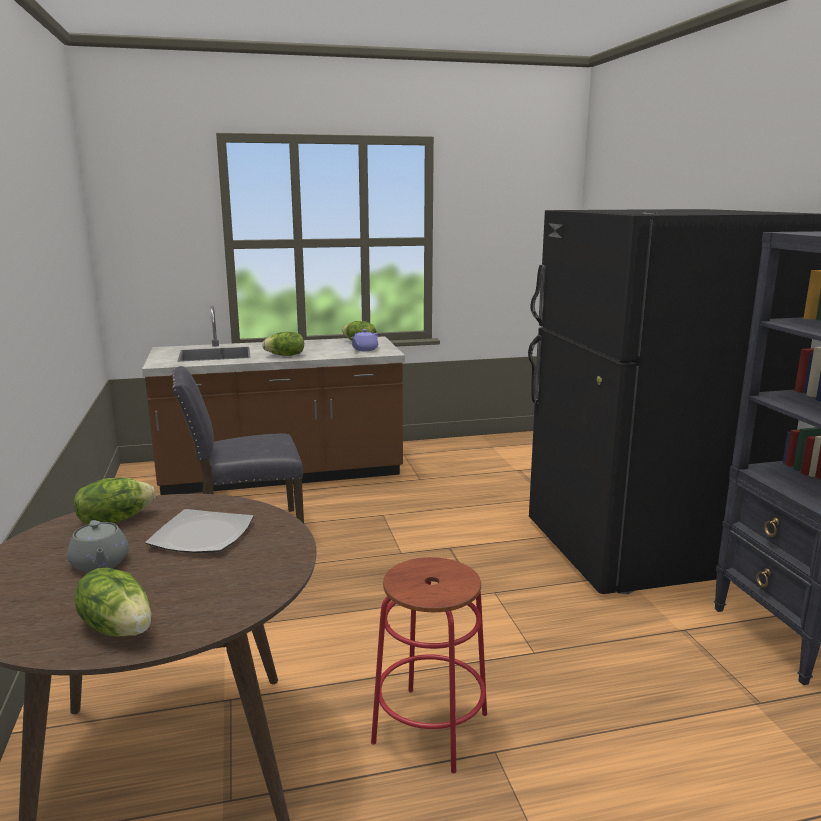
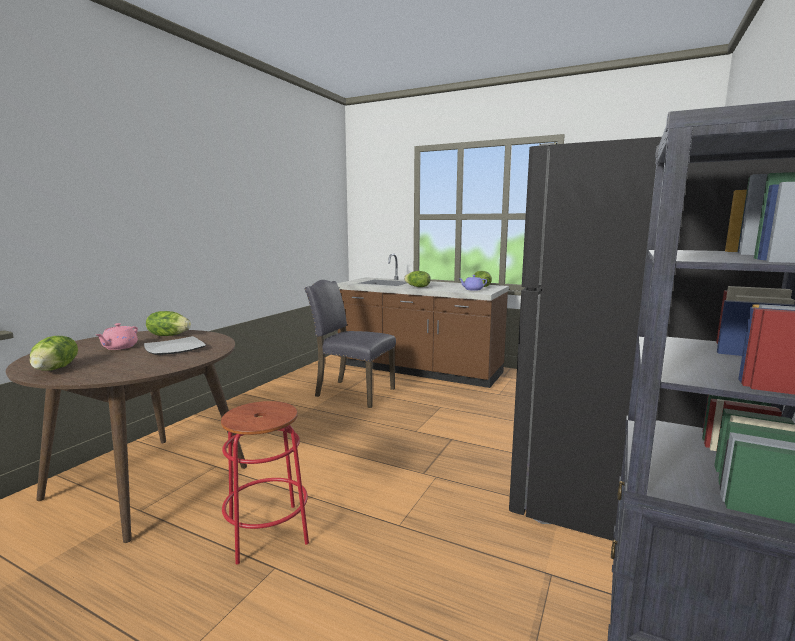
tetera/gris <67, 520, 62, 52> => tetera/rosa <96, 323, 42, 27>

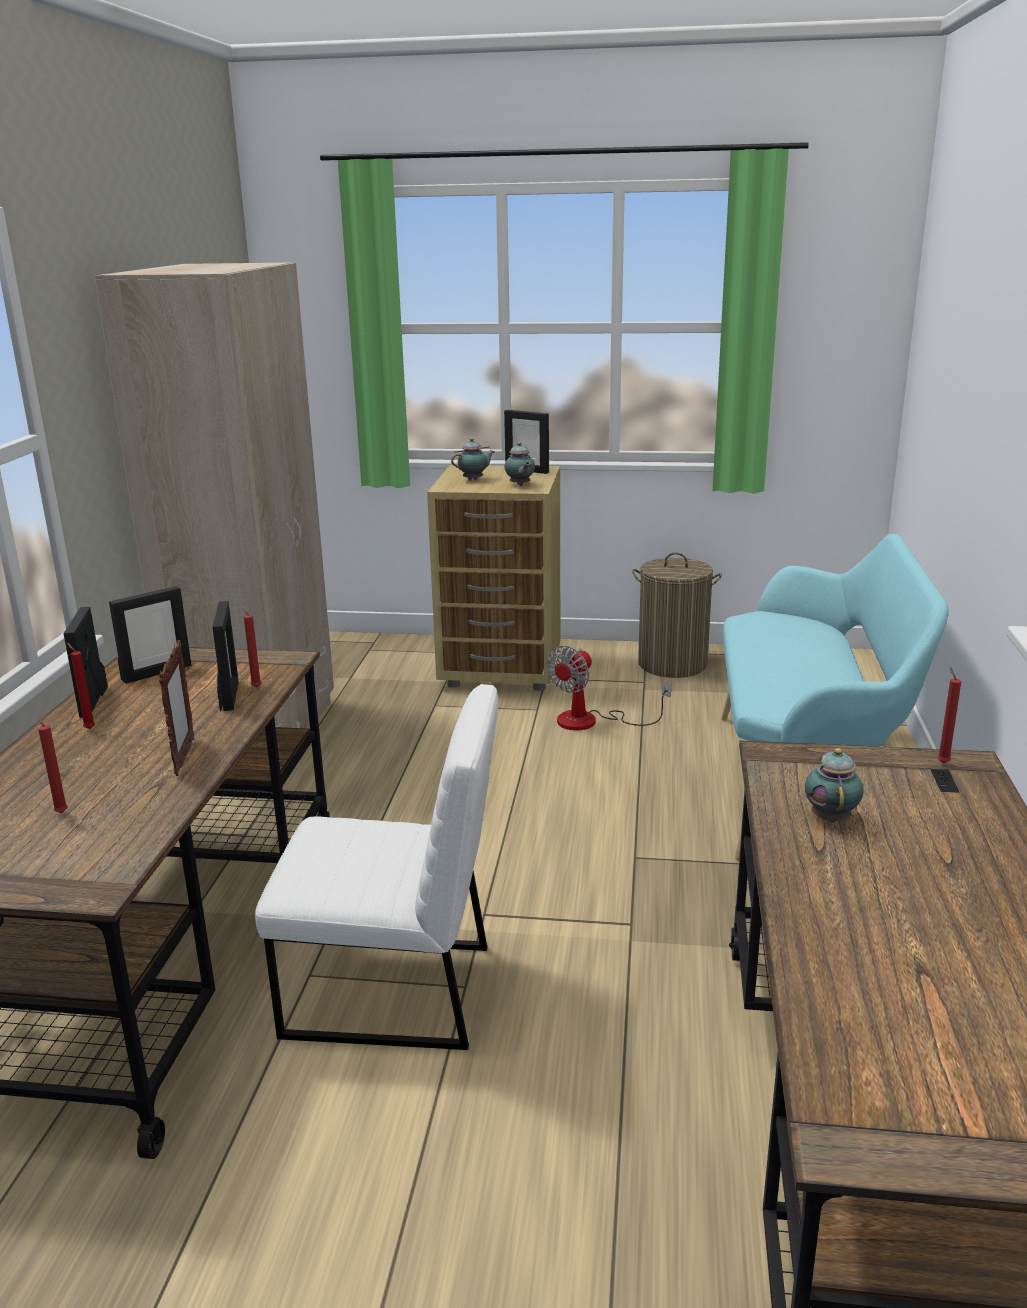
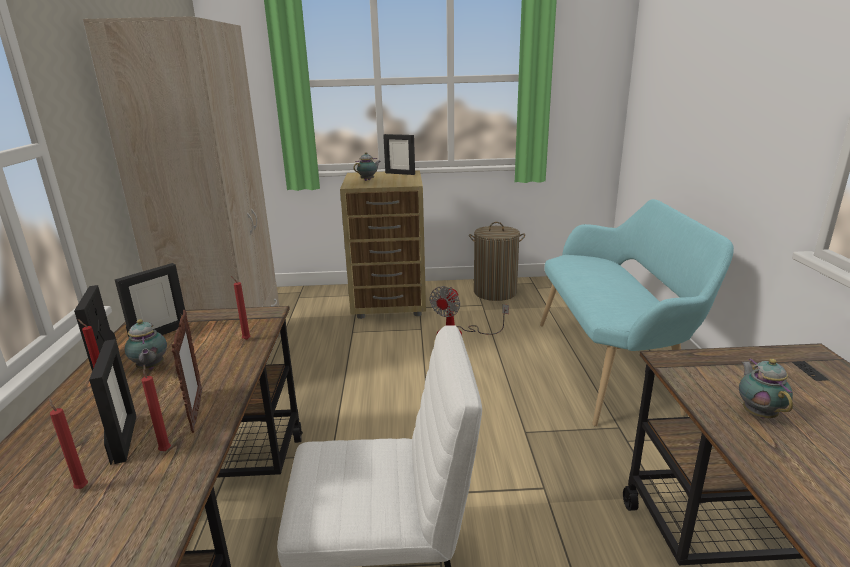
portarretratos <212, 601, 27, 110> => portarretratos <89, 339, 47, 126>, moved
tetera <504, 442, 31, 44> => tetera <125, 319, 42, 51>, moved
vela/rojo <937, 667, 25, 96> => vela/rojo <142, 365, 29, 86>, moved

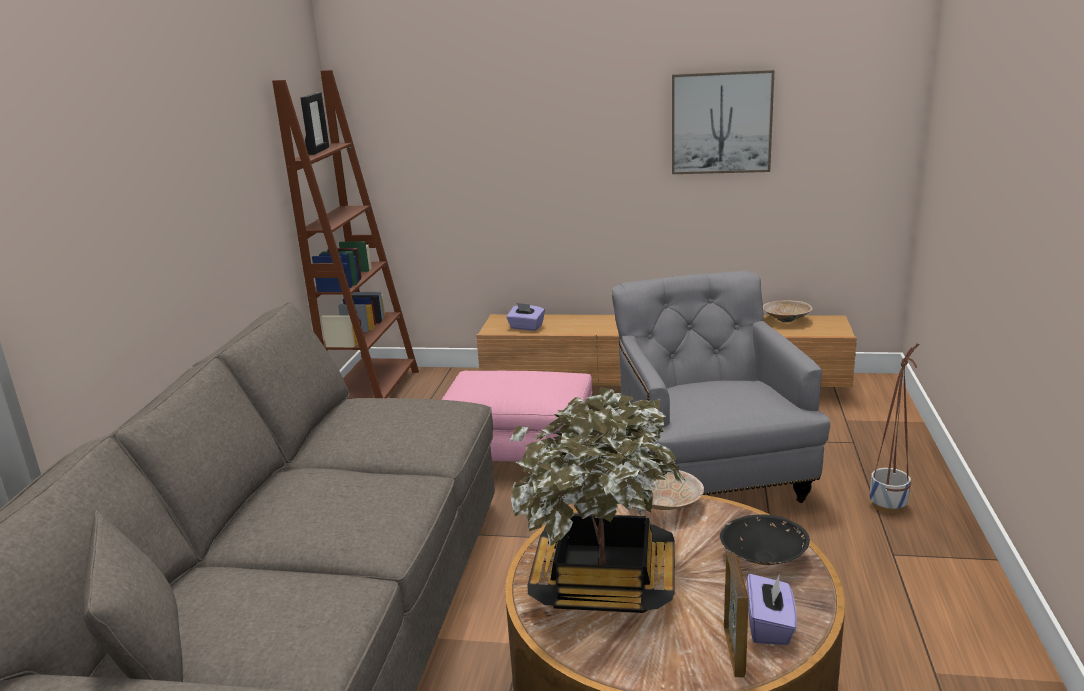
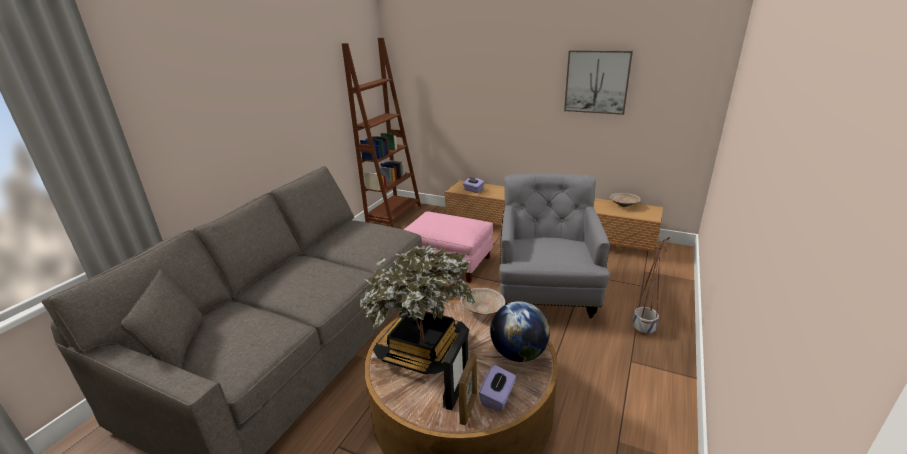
portarretratos <300, 93, 29, 62> => portarretratos <443, 328, 25, 82>, moved
cuenco/negro <720, 514, 90, 51> => globo terráqueo <490, 301, 60, 61>

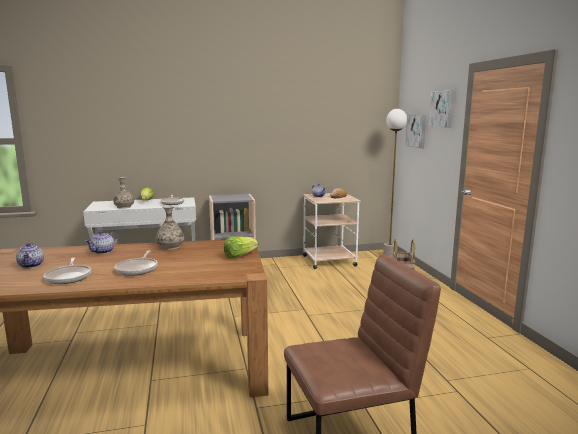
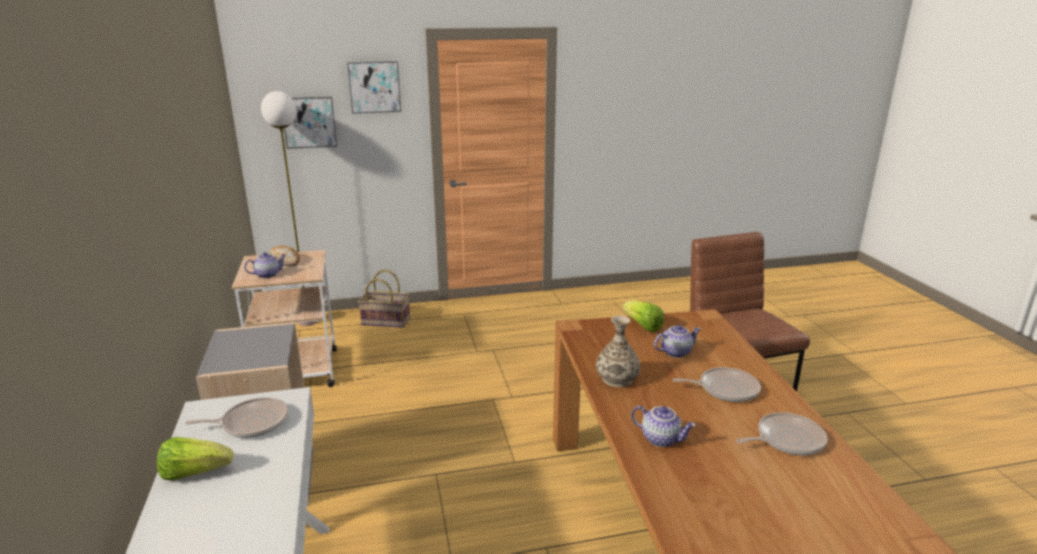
tetera <16, 243, 28, 25> => tetera <654, 325, 47, 33>, moved
florero <113, 177, 21, 32> => nothing

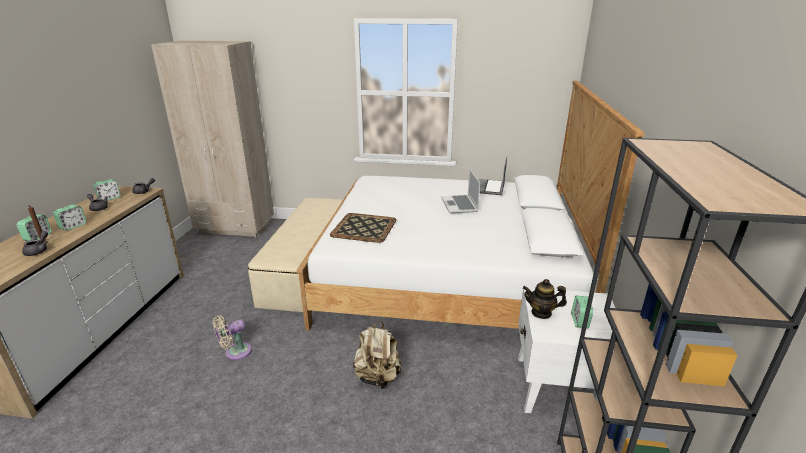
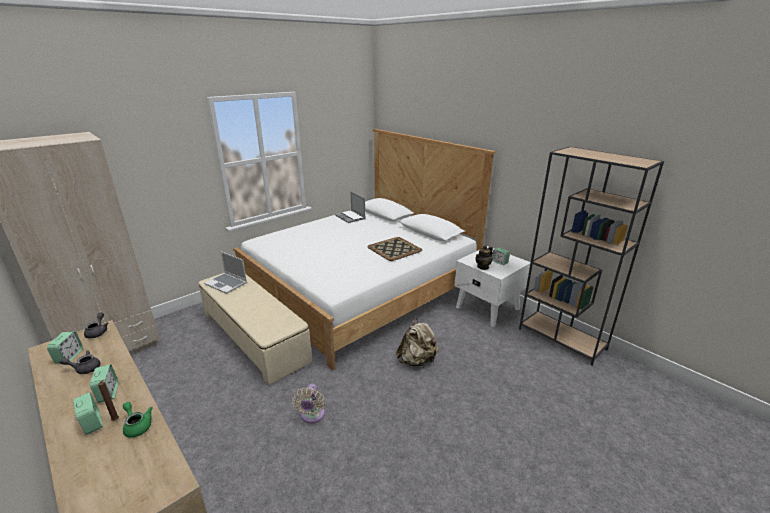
tetera/gris <22, 231, 26, 25> => tetera/verde <123, 402, 30, 36>
portátil <441, 169, 39, 44> => portátil <204, 252, 43, 42>, moved
bandeja <330, 213, 67, 30> => bandeja <367, 237, 55, 24>, moved

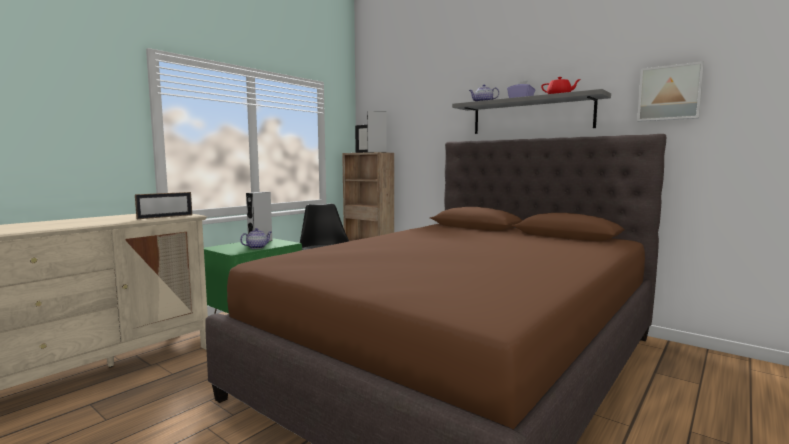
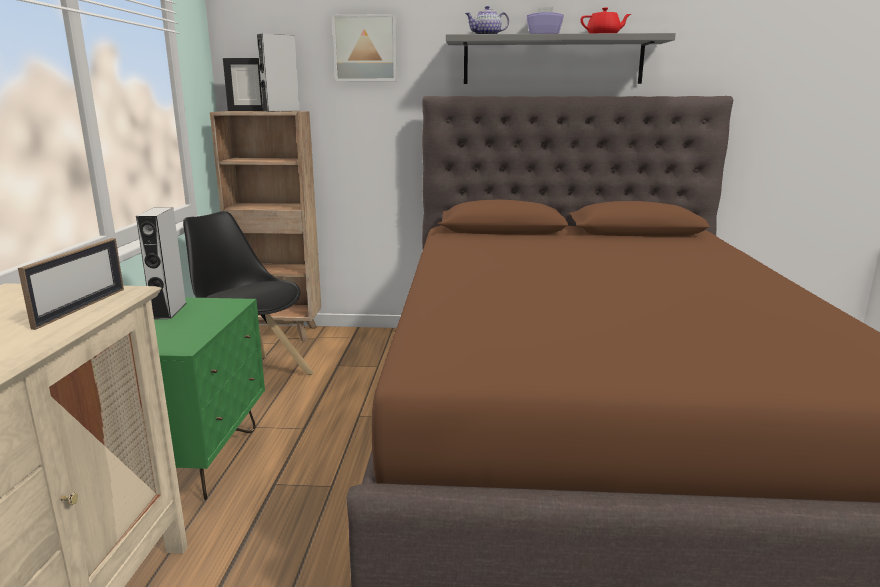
cuadro <637, 61, 67, 61> => cuadro <332, 14, 65, 67>, moved
tetera <240, 228, 31, 21> => nothing

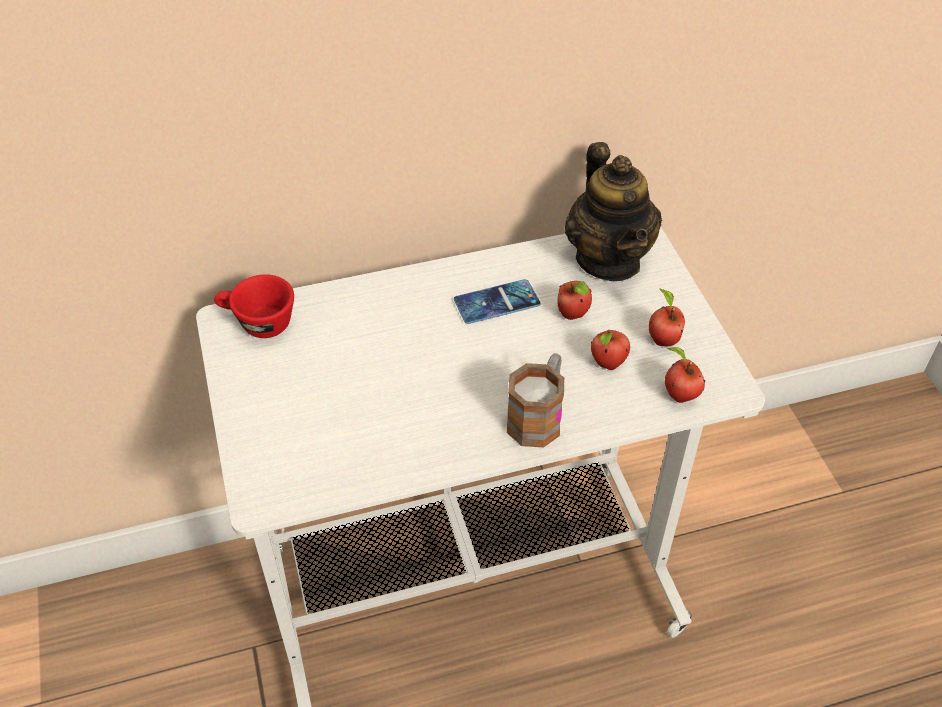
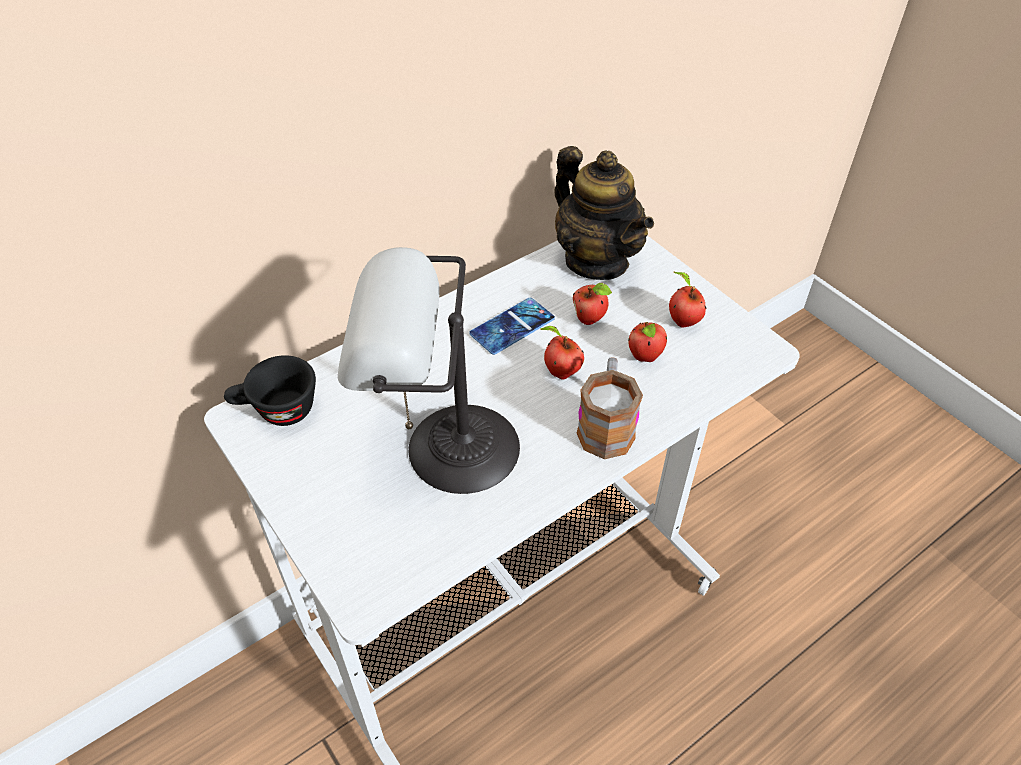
taza/rojo <214, 274, 80, 64> => taza/negro <224, 355, 92, 71>
nothing => lámpara de mesa <338, 247, 182, 247>
manzana <665, 347, 40, 56> => manzana <540, 326, 44, 54>, moved

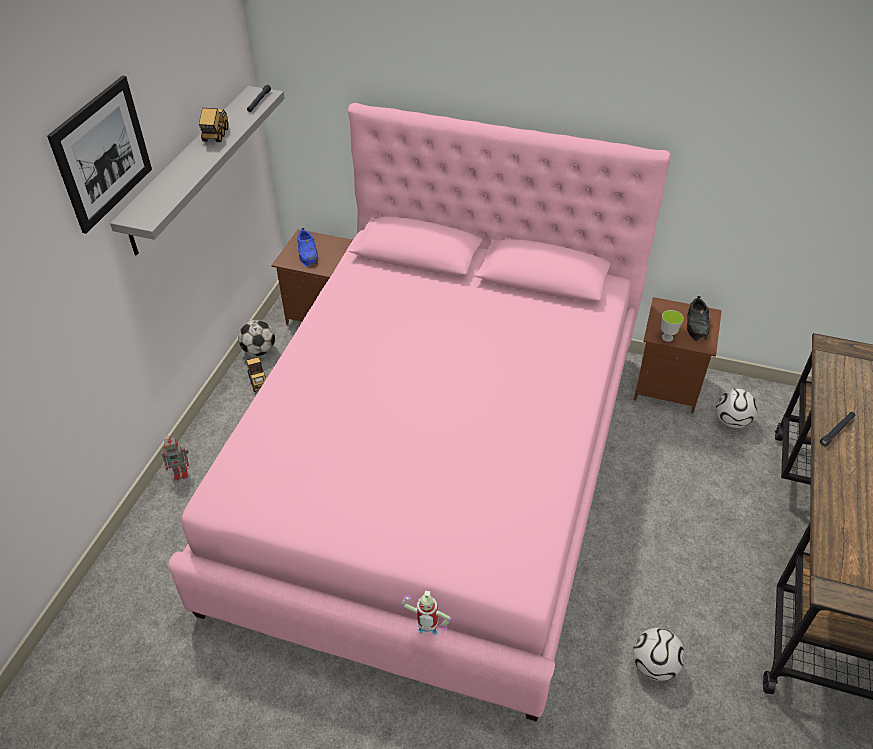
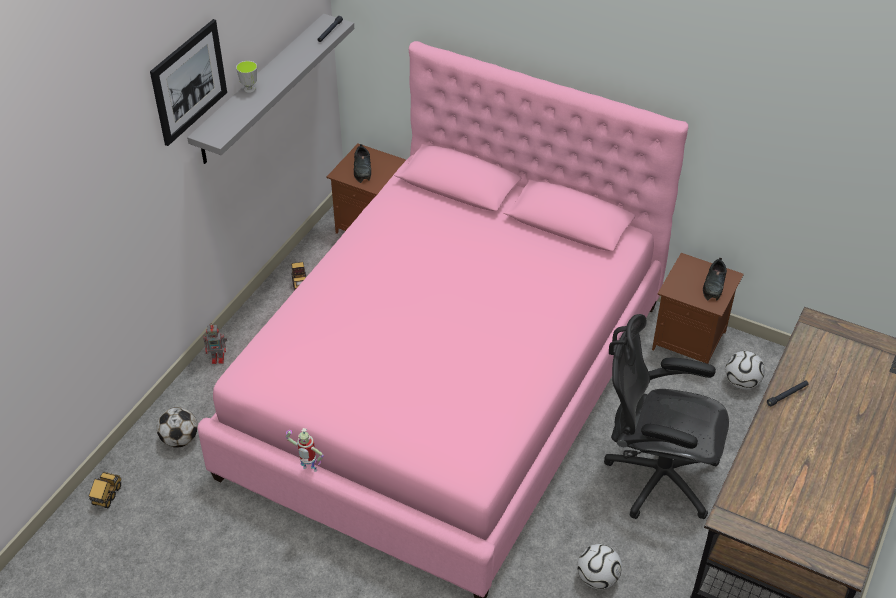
camión de juguete <199, 108, 30, 34> => camión de juguete <89, 472, 32, 36>, moved
balón de fútbol <238, 320, 37, 36> => balón de fútbol <157, 407, 41, 41>, moved
taza <661, 310, 23, 32> => taza <236, 61, 21, 32>, moved
robot de juguete <401, 591, 50, 45> => robot de juguete <286, 428, 38, 44>, moved
zapato/azul <297, 228, 21, 39> => zapato/negro <354, 144, 17, 39>
nothing => silla de oficina <604, 314, 125, 205>

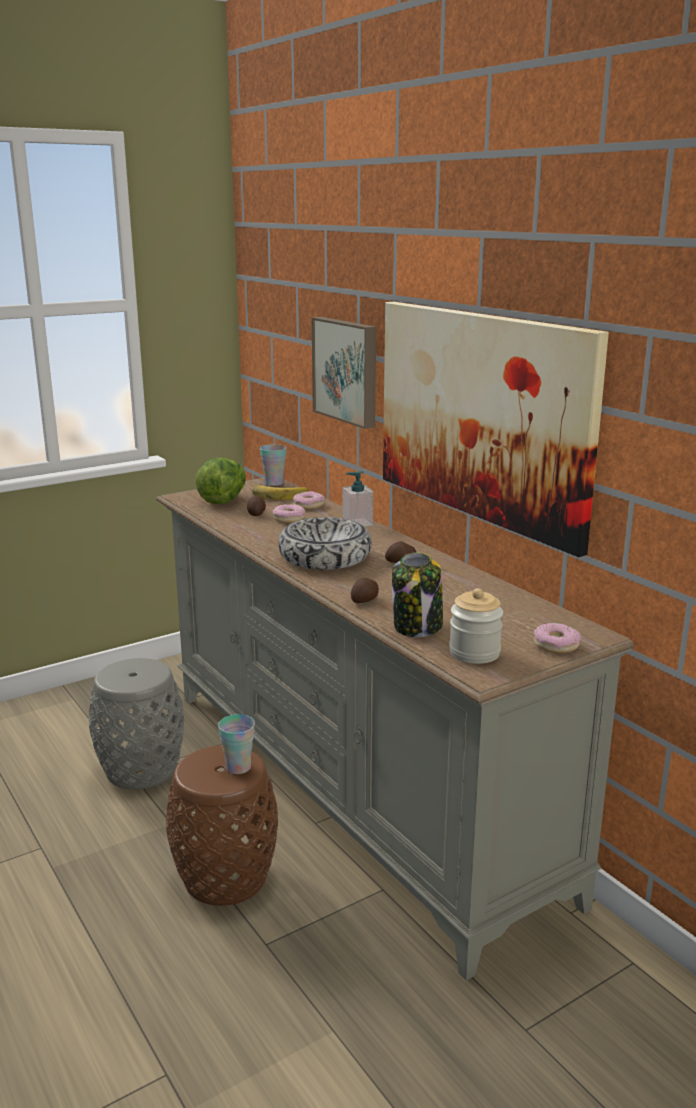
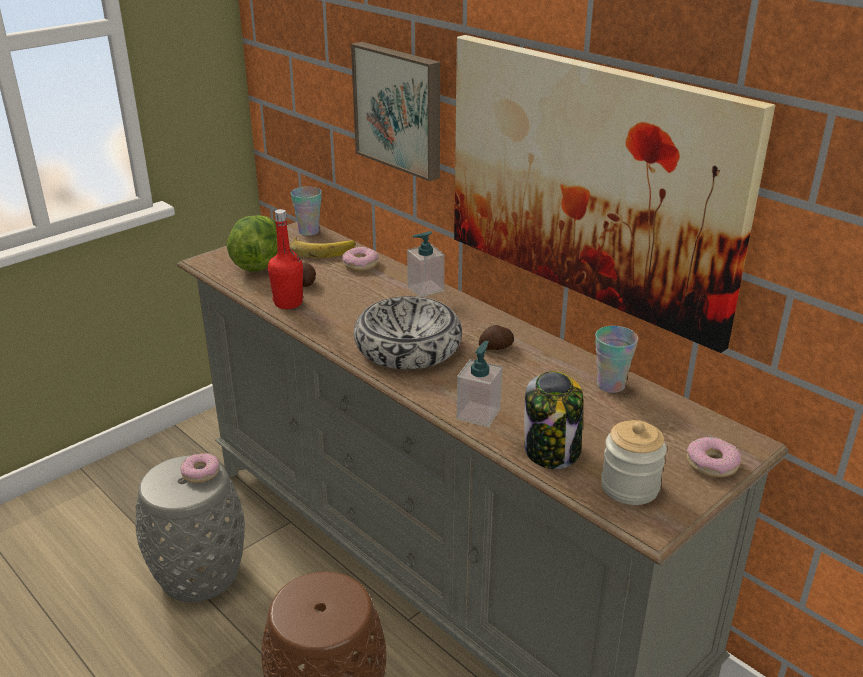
rosquilla <273, 504, 32, 19> => rosquilla <180, 453, 39, 30>, moved
nothing => botella/rojo <268, 209, 35, 100>
patata <351, 578, 28, 25> => dispensador de jabón <457, 341, 45, 86>
taza <218, 714, 37, 60> => taza <595, 326, 43, 67>, moved

